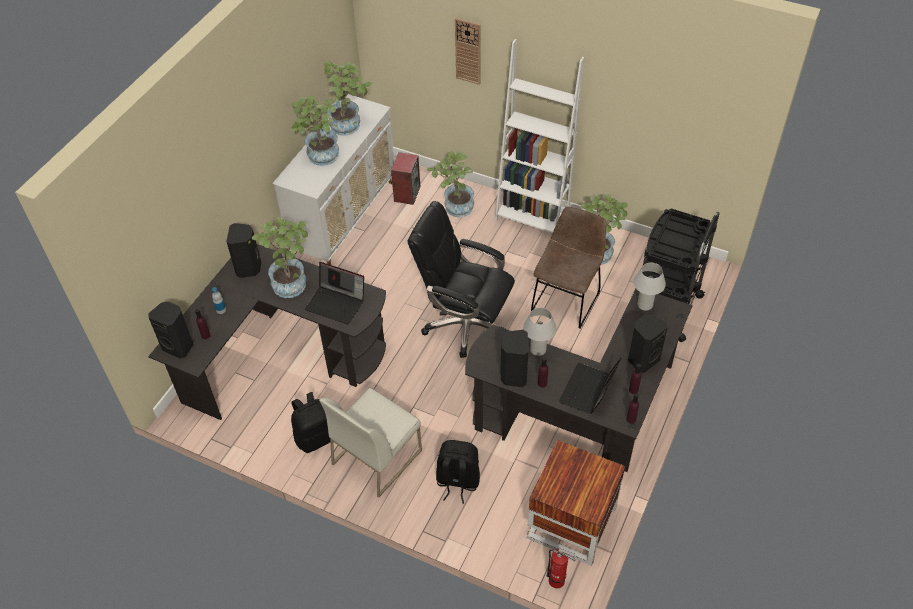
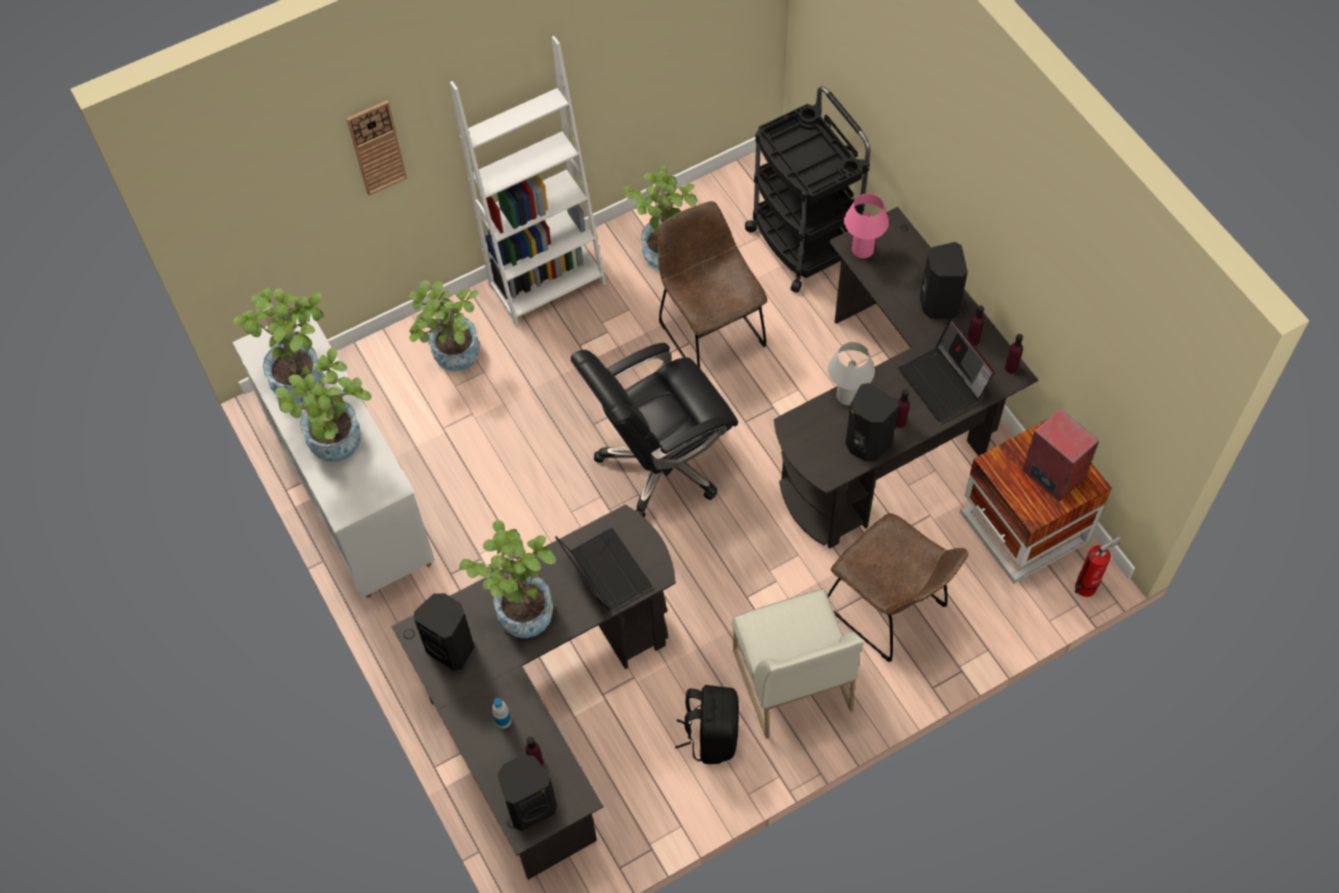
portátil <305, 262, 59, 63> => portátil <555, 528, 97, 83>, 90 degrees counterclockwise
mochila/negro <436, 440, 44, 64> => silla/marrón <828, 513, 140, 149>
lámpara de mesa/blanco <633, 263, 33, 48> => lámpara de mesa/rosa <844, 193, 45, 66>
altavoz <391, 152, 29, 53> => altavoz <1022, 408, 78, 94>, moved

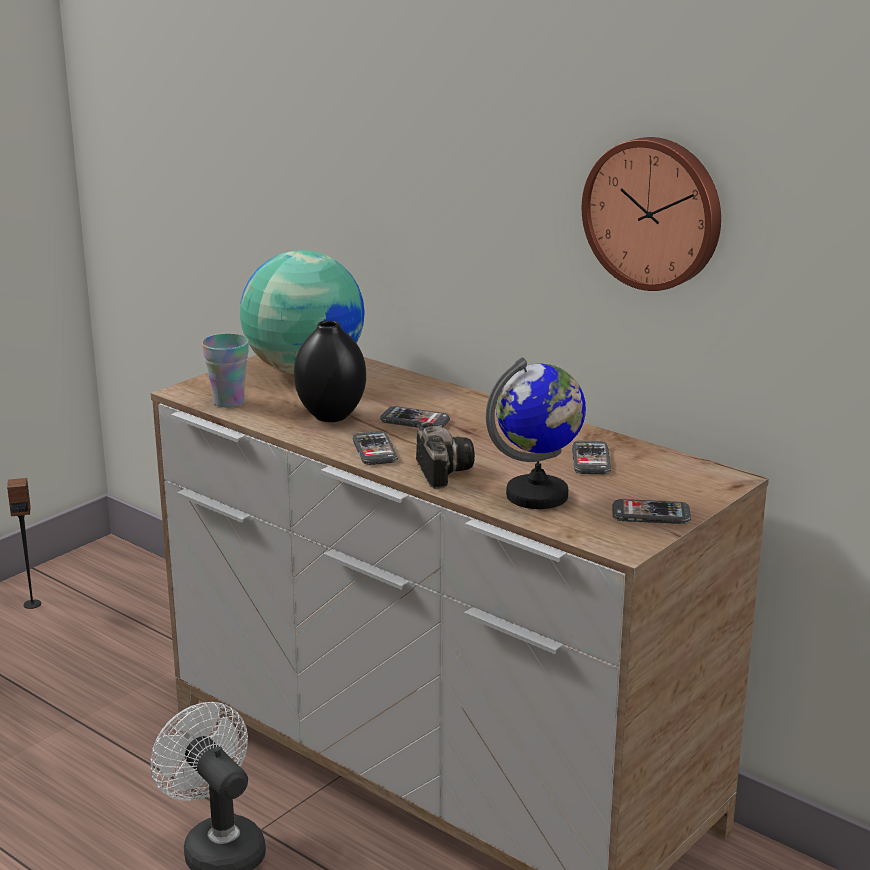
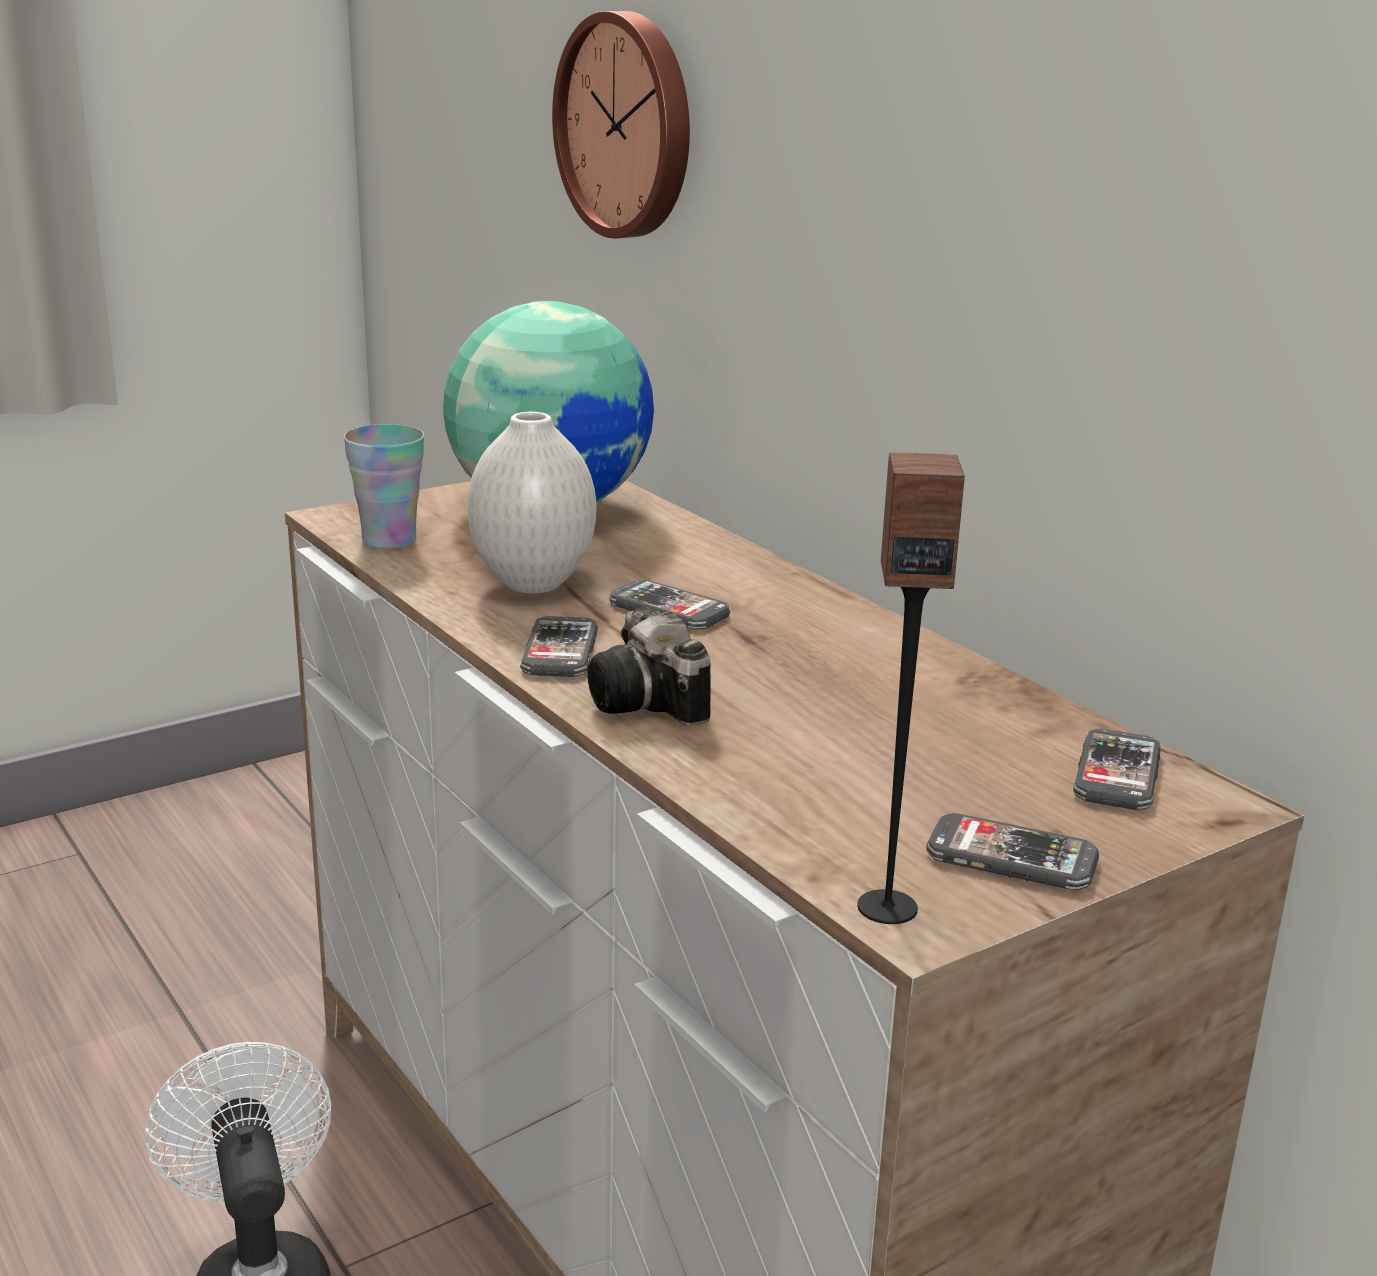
florero/negro <294, 320, 72, 102> => florero/blanco <468, 412, 128, 181>
reloj de pared <582, 137, 139, 154> => reloj de pared <552, 11, 138, 228>, moved
cámara <416, 422, 59, 67> => cámara <587, 607, 124, 119>, 150 degrees clockwise
altavoz <7, 478, 34, 131> => altavoz <857, 452, 108, 472>, moved
móvil <572, 441, 39, 33> => móvil <1073, 729, 88, 81>, moved
globo terráqueo <486, 357, 100, 152> => nothing

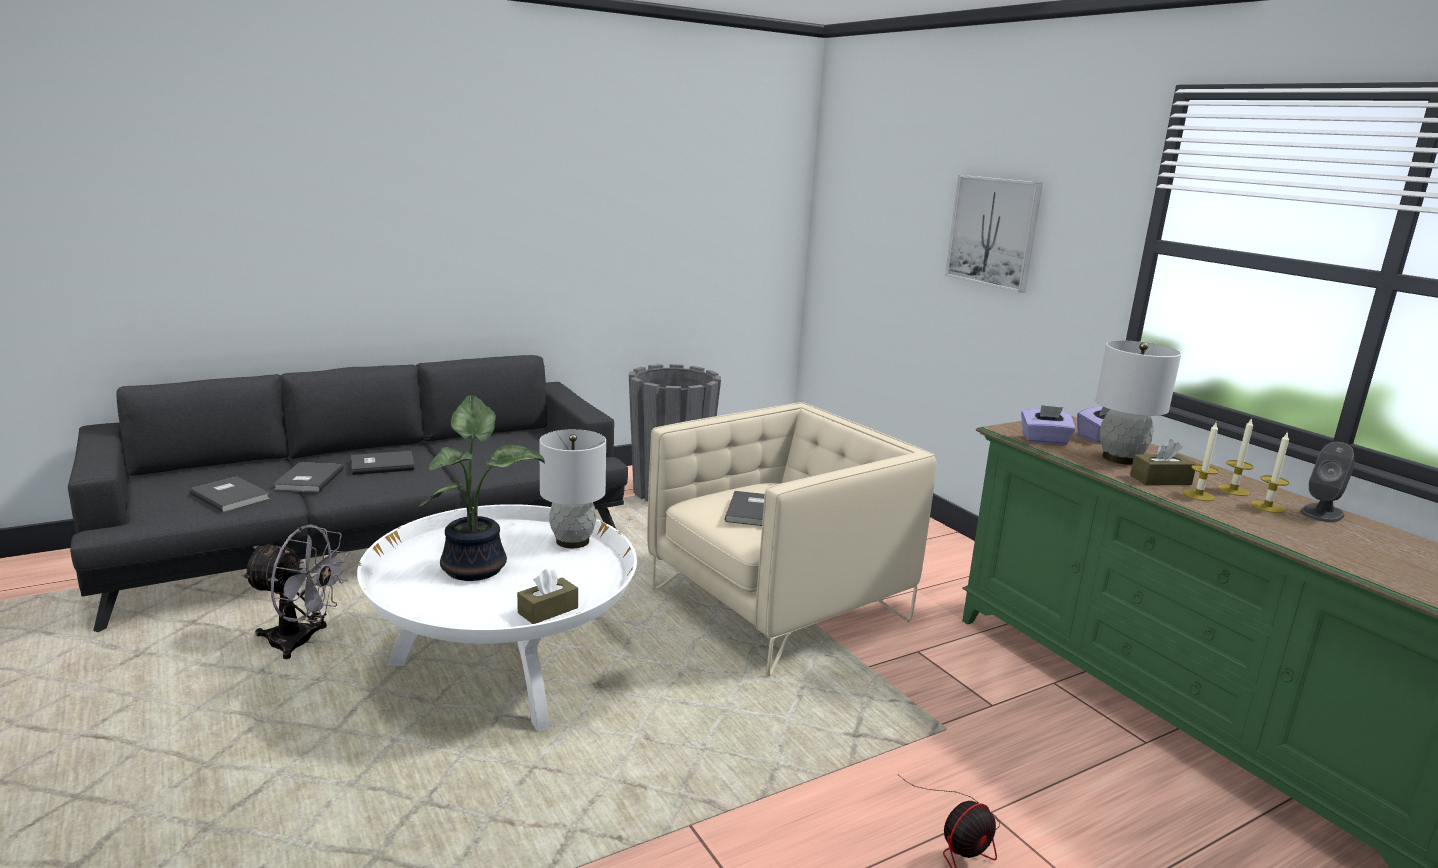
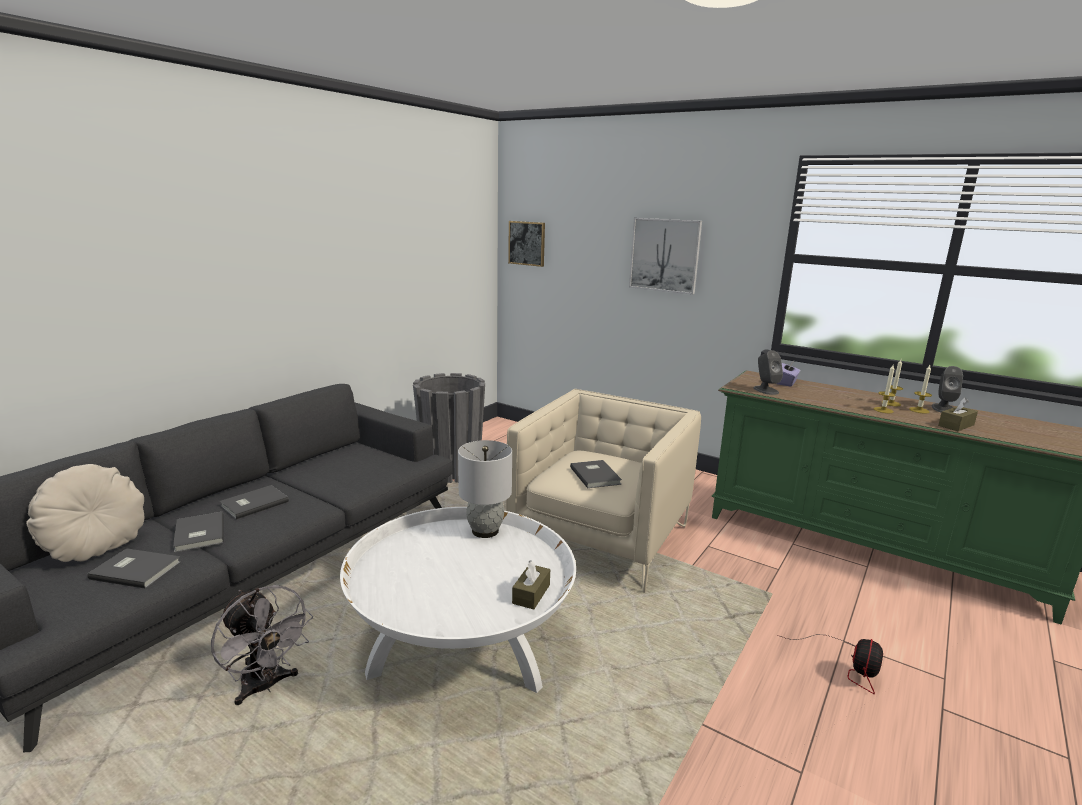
nothing => cojín/beis <26, 464, 118, 98>
ventilador/gris <242, 525, 107, 134> => ventilador/gris <211, 585, 102, 120>, 60 degrees clockwise
nothing => cuadro <508, 221, 37, 46>
caja de pañuelos/morado <1021, 405, 55, 40> => altavoz/gris <753, 350, 30, 45>
caja de pañuelos/marrón <1130, 439, 67, 46> => caja de pañuelos/marrón <938, 398, 40, 33>, moved
planta en maceta <419, 395, 126, 186> => nothing
lámpara de mesa/blanco <1096, 340, 85, 125> => nothing

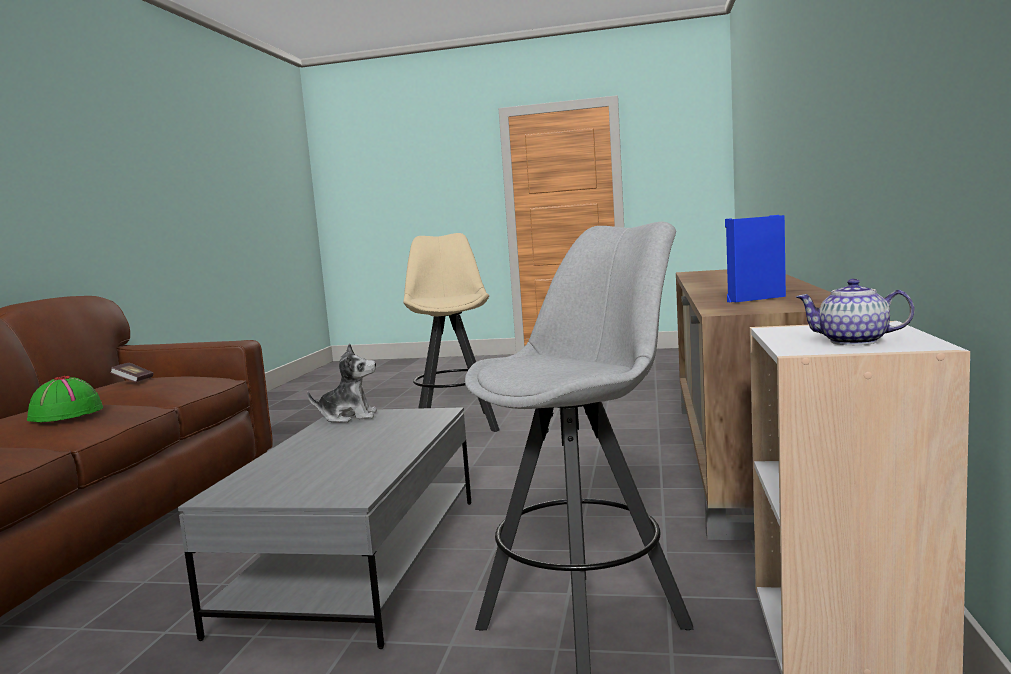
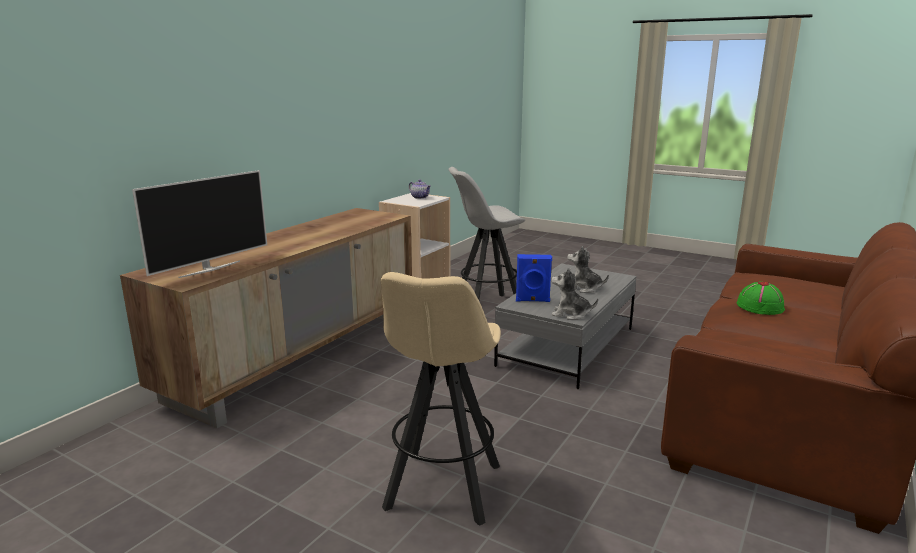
nothing => televisor <132, 170, 135, 108>
altavoz/azul <725, 215, 61, 87> => altavoz/azul <516, 254, 36, 48>, moved
nothing => peluche <567, 246, 42, 47>
libro <110, 363, 43, 19> => nothing

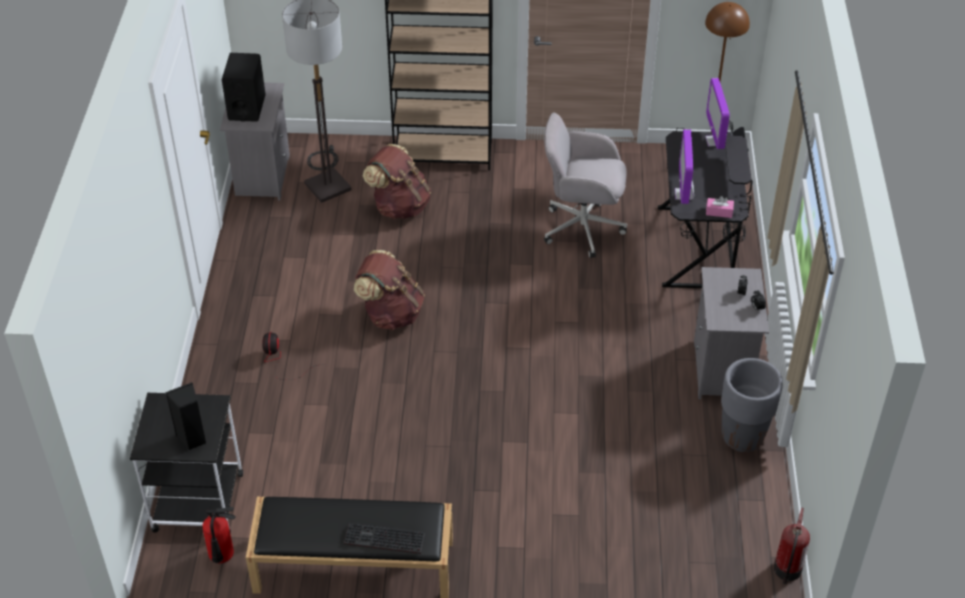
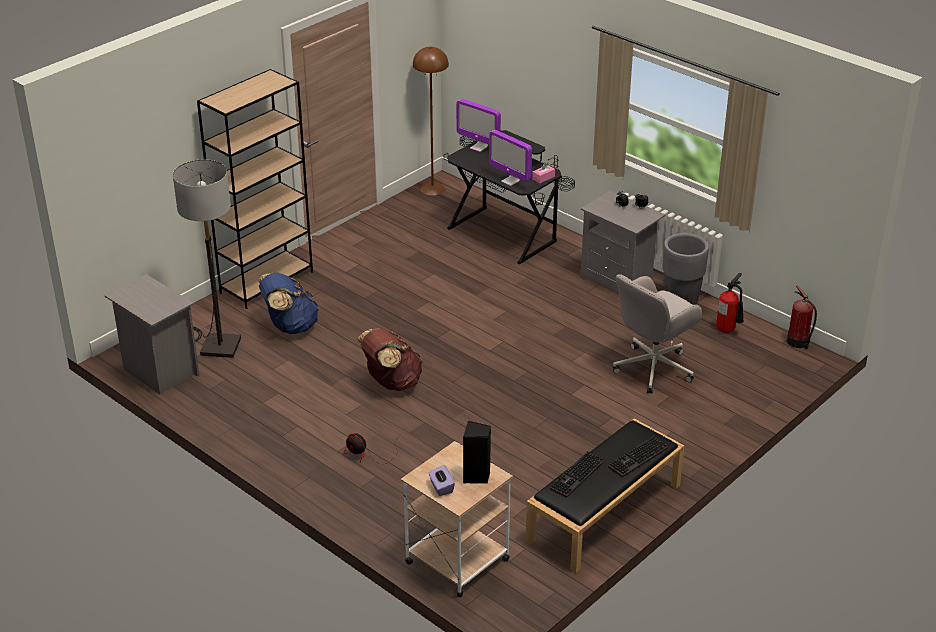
mochila/marrón <363, 144, 68, 75> => mochila/azul <259, 273, 60, 61>
carrito/negro <130, 393, 113, 141> => carrito/beis <401, 441, 112, 156>
nothing => caja de pañuelos/morado <428, 465, 27, 31>
nothing => teclado <550, 451, 54, 47>
silla de oficina/gris <544, 113, 83, 145> => silla de oficina/gris <613, 274, 89, 120>, moved
extintor <202, 507, 33, 56> => extintor <716, 273, 28, 60>, moved
altavoz/negro <222, 53, 44, 69> => nothing

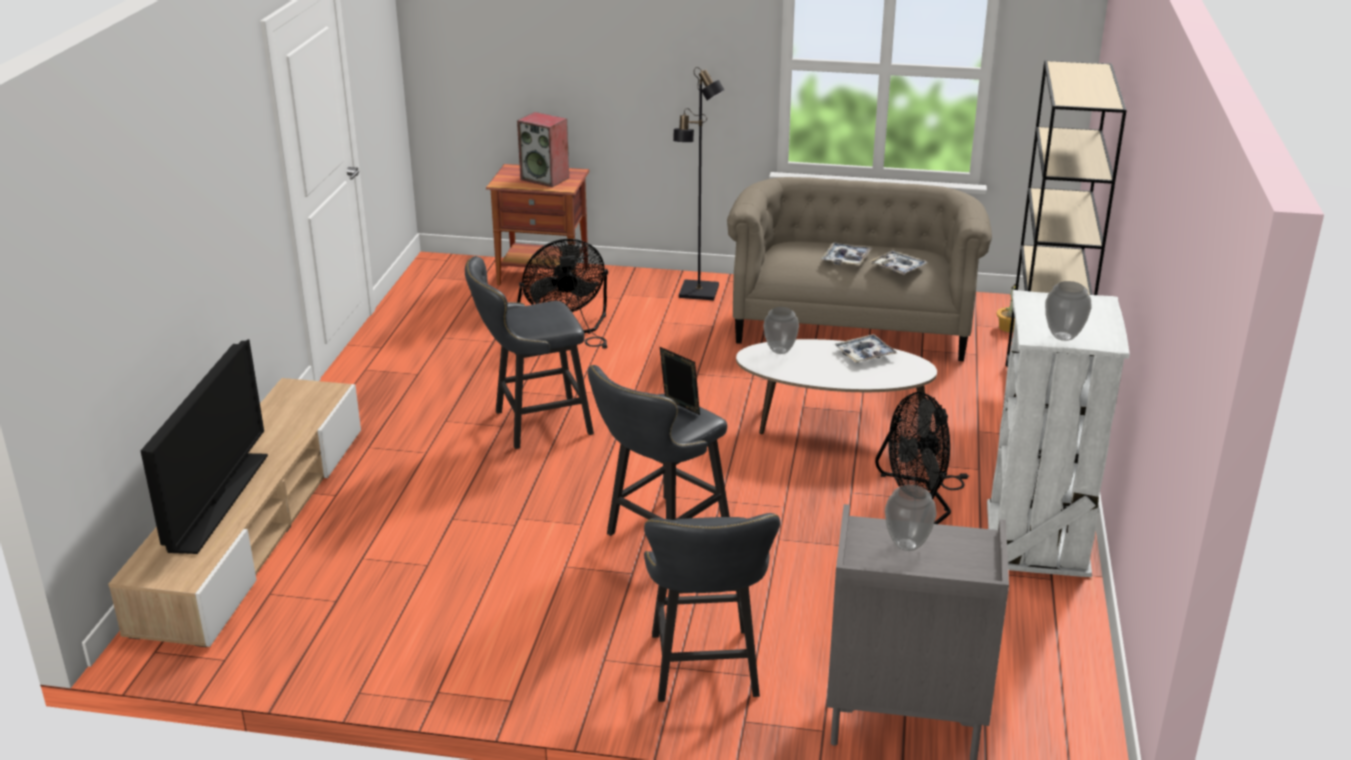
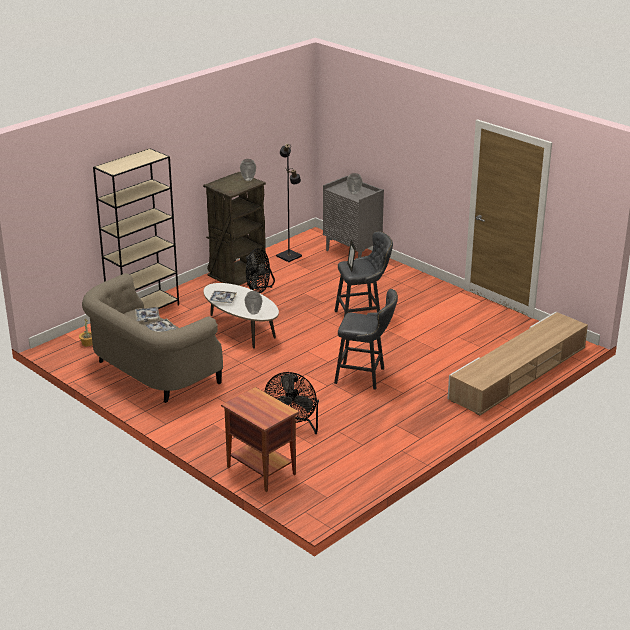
estantería/blanco <987, 290, 143, 287> => estantería/marrón <203, 172, 63, 113>
lámpara de pie/negro <673, 67, 52, 233> => lámpara de pie/negro <276, 144, 26, 118>, moved
televisor <141, 339, 127, 215> => nothing
altavoz <517, 112, 52, 75> => nothing
taburete/gris <644, 513, 136, 189> => nothing

